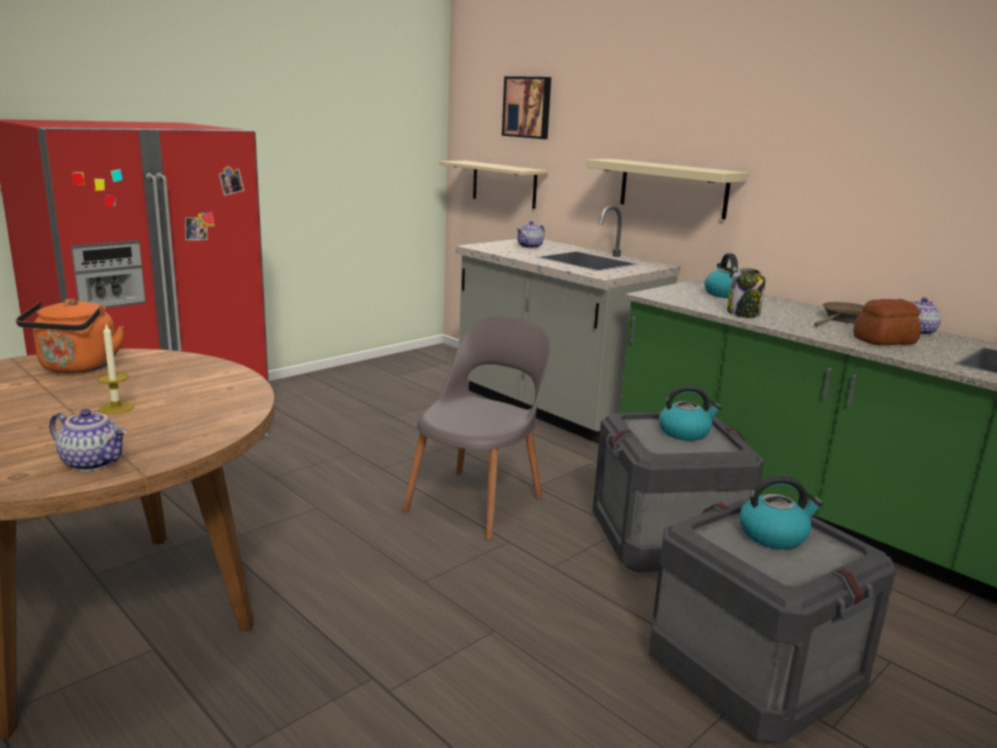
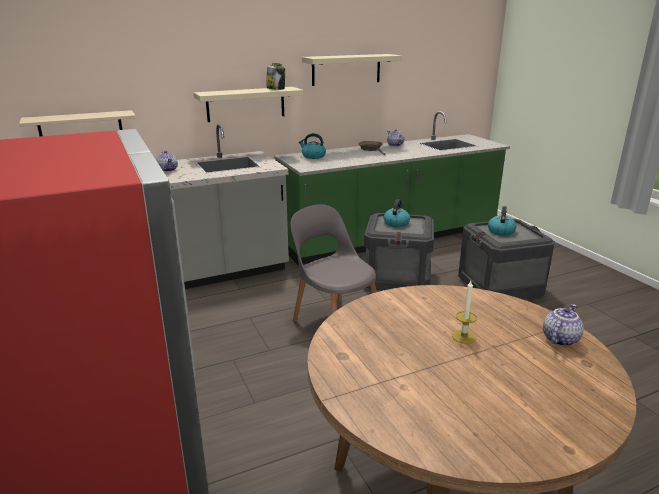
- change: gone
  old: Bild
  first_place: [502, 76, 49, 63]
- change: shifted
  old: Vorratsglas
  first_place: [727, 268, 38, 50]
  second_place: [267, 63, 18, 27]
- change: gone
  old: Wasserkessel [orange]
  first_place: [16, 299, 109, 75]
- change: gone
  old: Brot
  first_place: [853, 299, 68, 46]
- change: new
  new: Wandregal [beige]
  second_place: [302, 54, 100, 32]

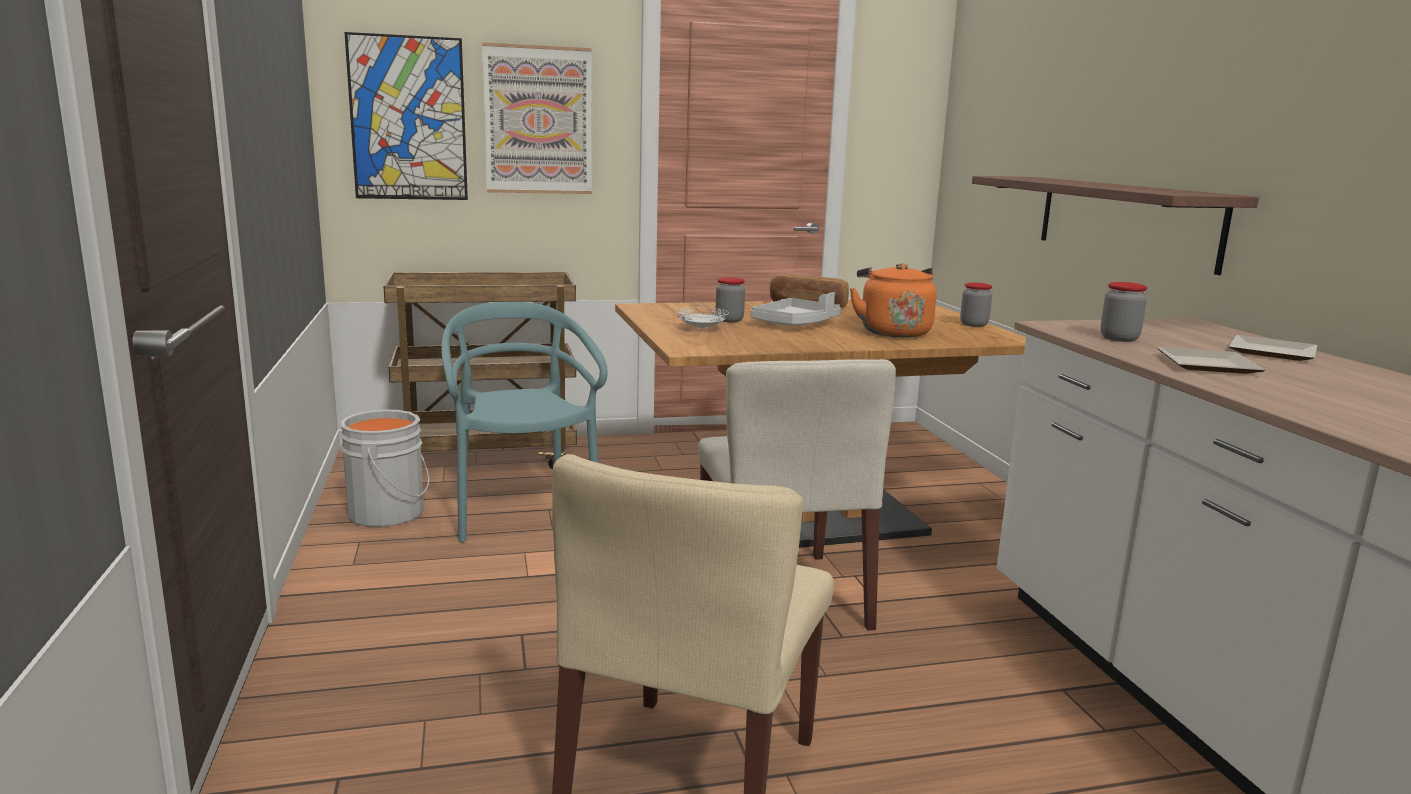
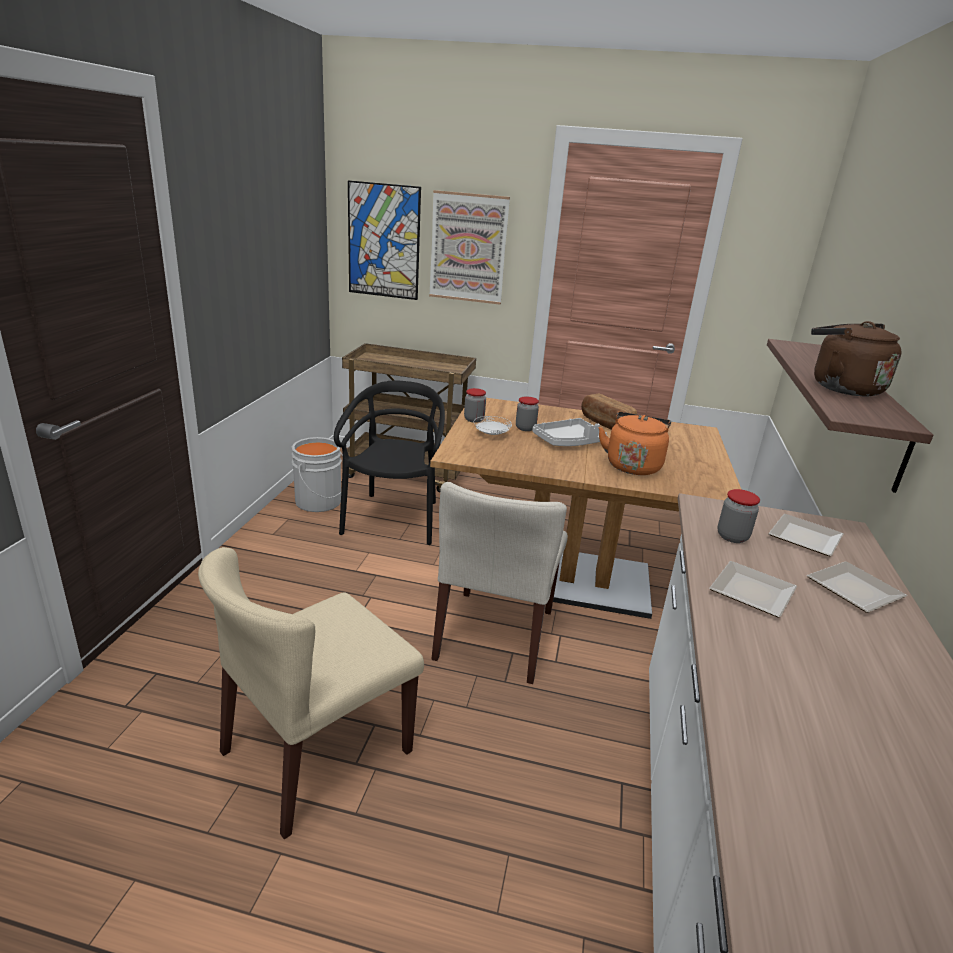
- change: shifted
  old: Vorratsglas
  first_place: [960, 283, 32, 44]
  second_place: [464, 388, 22, 35]
- change: repainted
  old: Stuhl [türkis]
  new: Stuhl [schwarz]
  first_place: [441, 302, 167, 241]
  second_place: [334, 380, 111, 165]
- change: new
  new: Wasserkessel [braun]
  second_place: [811, 321, 90, 75]
- change: new
  new: Teller
  second_place: [768, 514, 75, 42]

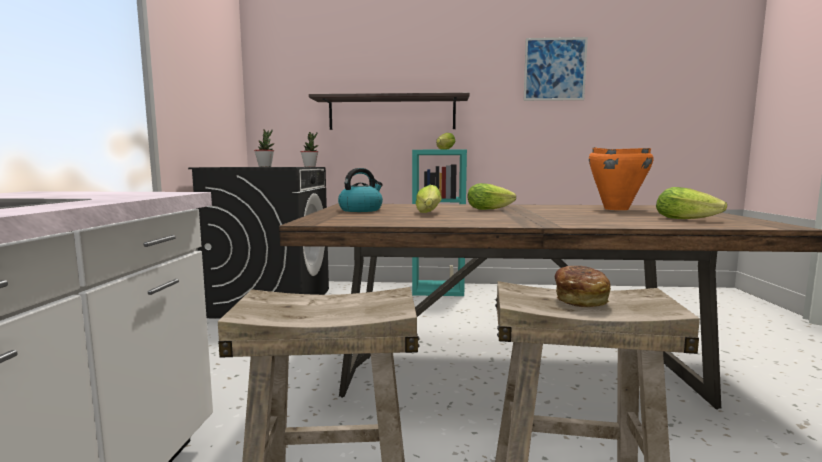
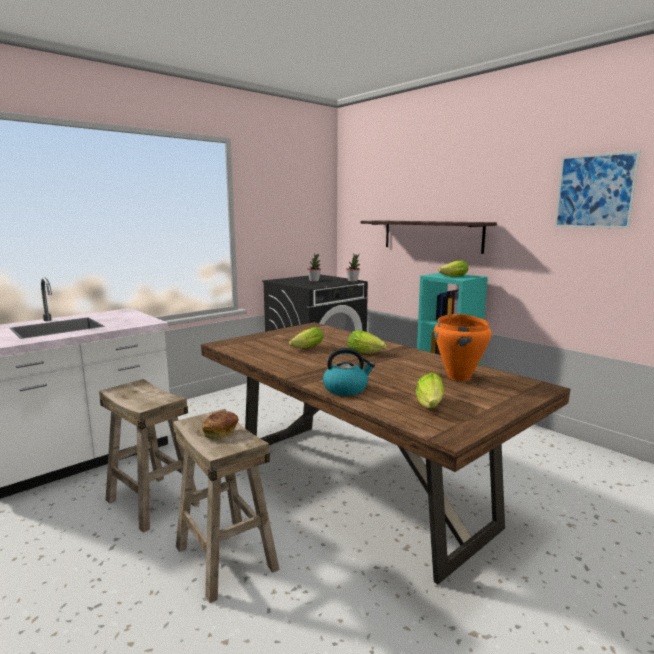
- change: shifted
  old: Wasserkessel
  first_place: [338, 168, 45, 44]
  second_place: [323, 348, 52, 48]

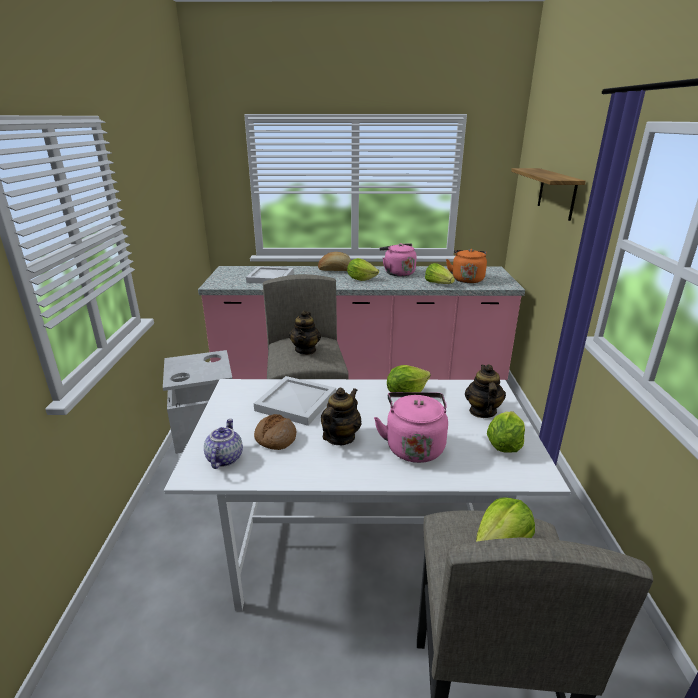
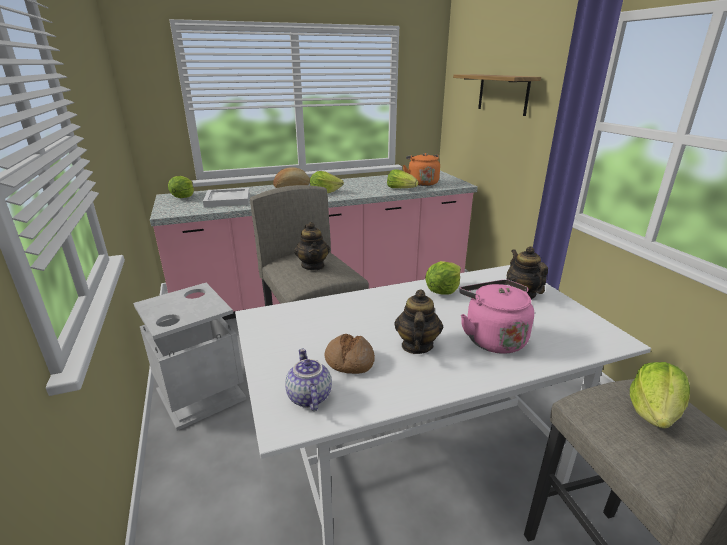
- change: gone
  old: Wasserkessel [rosa]
  first_place: [379, 243, 38, 34]
- change: gone
  old: Tablett [weiß]
  first_place: [254, 376, 82, 50]
- change: shifted
  old: Salatkopf
  first_place: [487, 411, 38, 42]
  second_place: [168, 176, 26, 22]

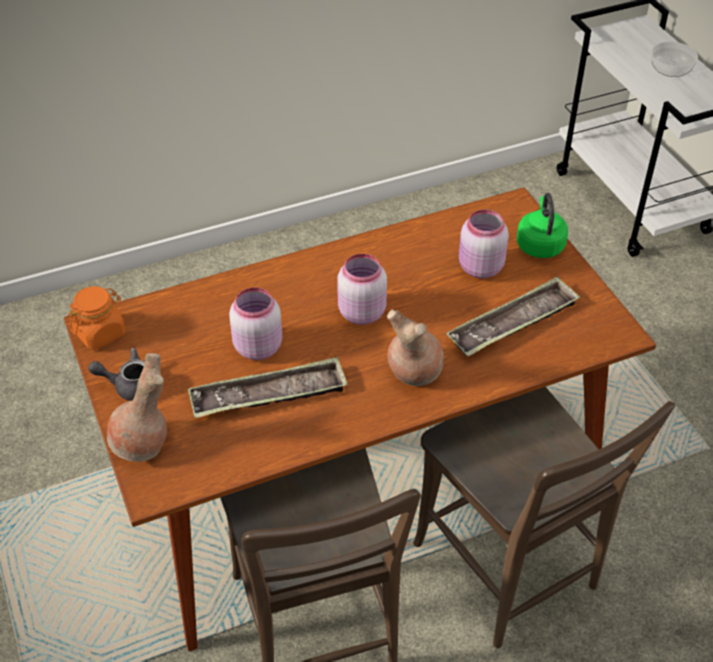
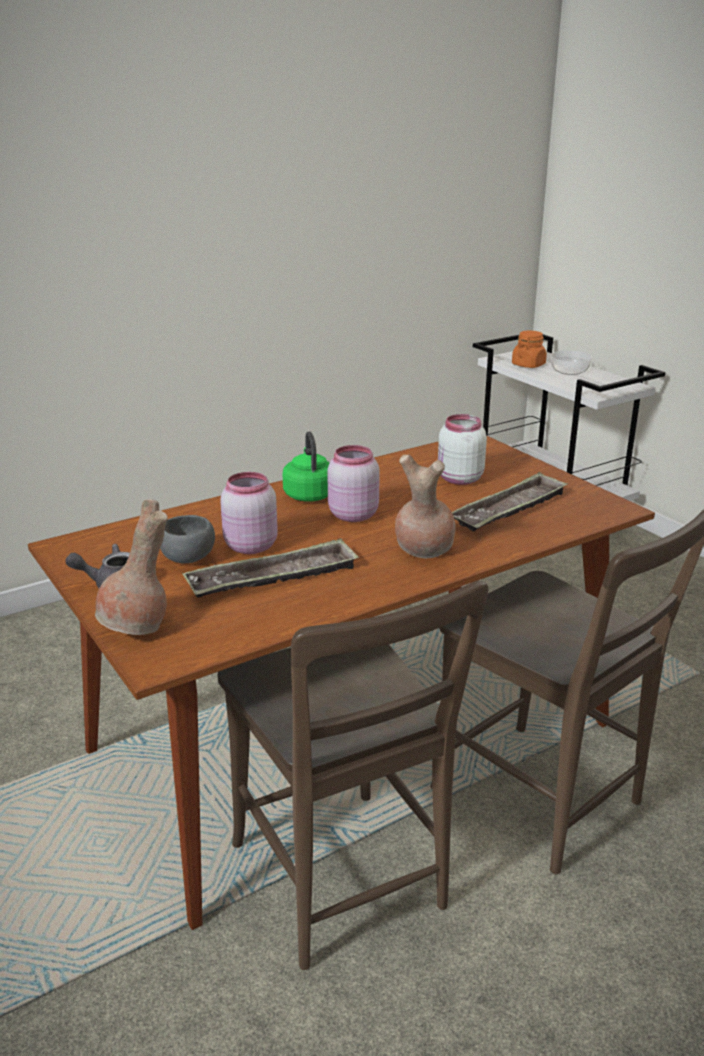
- change: shifted
  old: Wasserkessel [grün]
  first_place: [517, 193, 51, 65]
  second_place: [283, 431, 47, 71]
- change: repainted
  old: Vorratsglas [rosa]
  new: Vorratsglas [weiß]
  first_place: [459, 210, 50, 69]
  second_place: [438, 414, 49, 71]
- change: shifted
  old: Vorratsglas [orange]
  first_place: [68, 286, 57, 64]
  second_place: [512, 331, 35, 37]
- change: new
  new: Schüssel [grau]
  second_place: [160, 515, 55, 49]

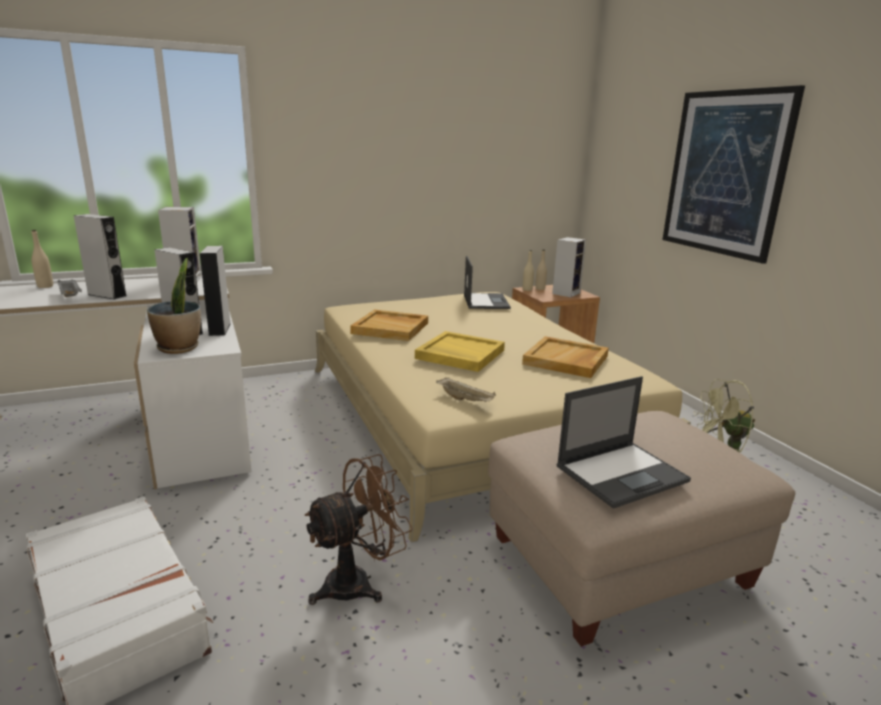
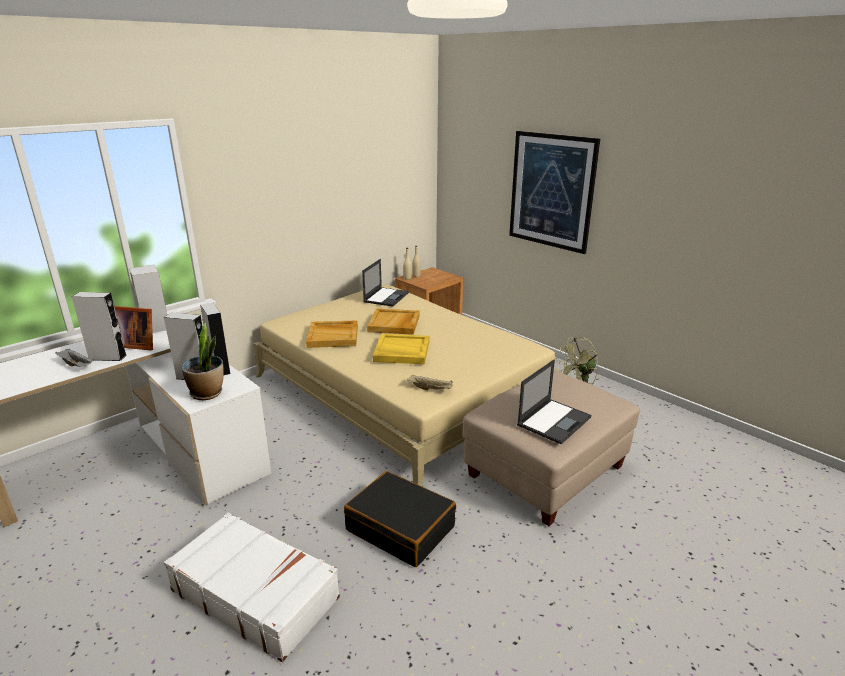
- change: gone
  old: Flasche [beige]
  first_place: [32, 230, 21, 58]
- change: gone
  old: Lautsprecher
  first_place: [552, 237, 34, 60]
- change: rotated
  old: Laptop
  first_place: [464, 256, 47, 53]
  second_place: [362, 259, 47, 48]
  degrees: 45
- change: shifted
  old: Tablett [beige]
  first_place: [522, 336, 87, 42]
  second_place: [367, 309, 52, 26]
- change: swapped
  old: Ventilator [braun]
  new: Koffer [schwarz]
  first_place: [304, 454, 109, 151]
  second_place: [344, 471, 112, 96]
- change: new
  new: Bilderrahmen
  second_place: [114, 306, 39, 44]

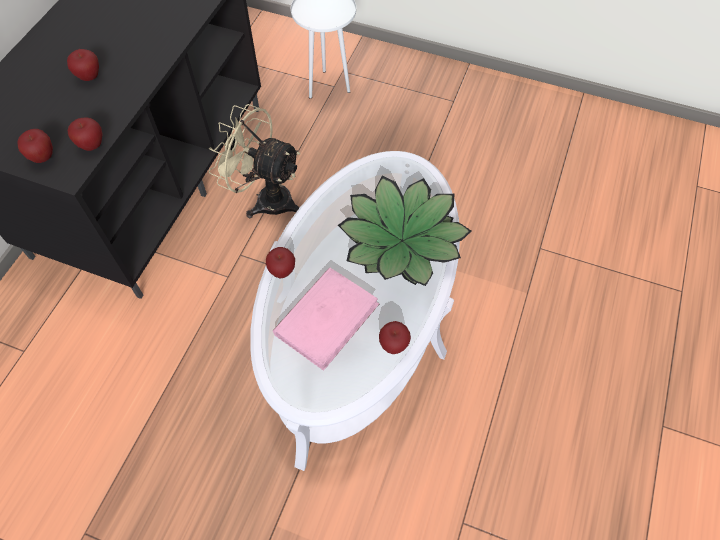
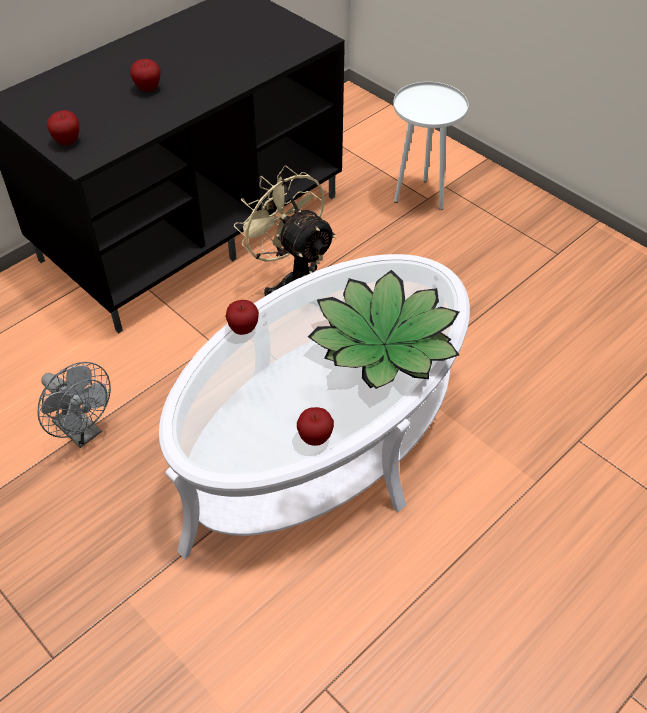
- change: gone
  old: Apfel
  first_place: [68, 117, 35, 34]
- change: gone
  old: Buch [rosa]
  first_place: [273, 268, 106, 103]
- change: new
  new: Ventilator [grau]
  second_place: [38, 362, 73, 86]

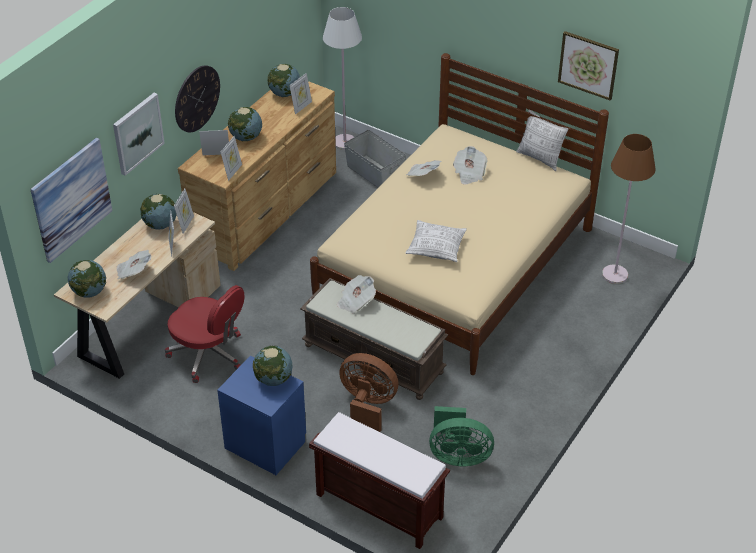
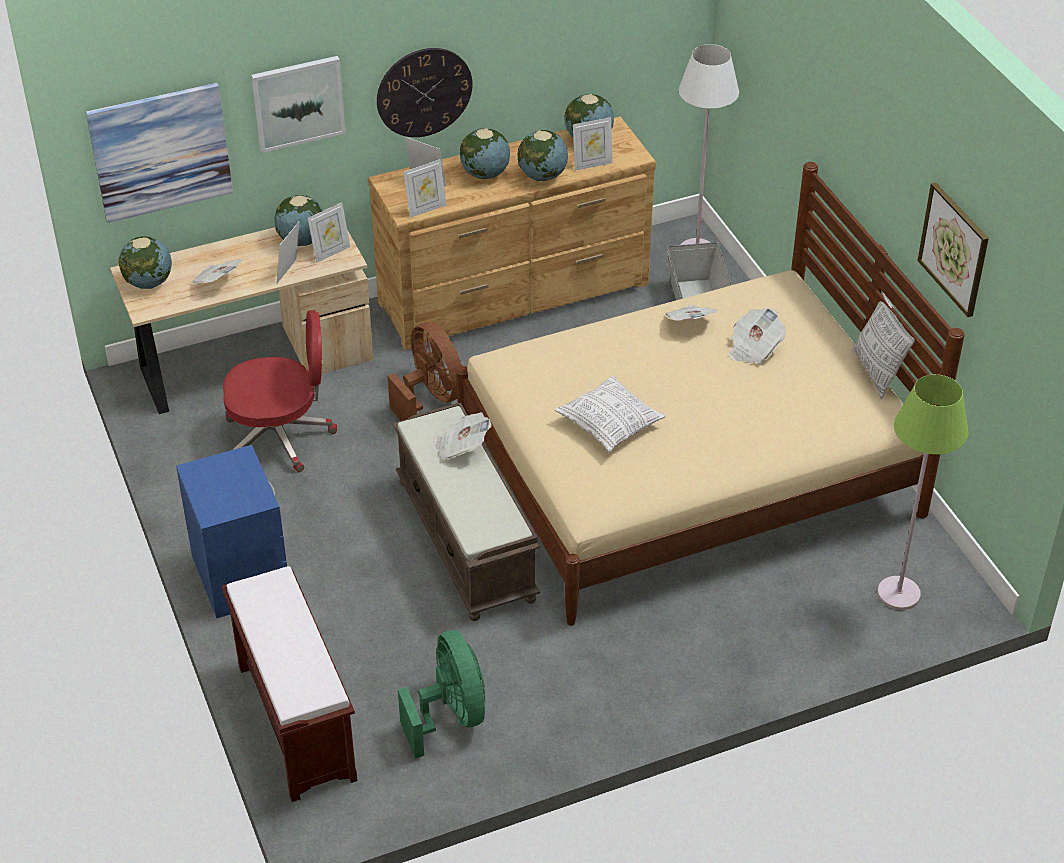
- change: repainted
  old: Stehlampe [braun]
  new: Stehlampe [grün]
  first_place: [602, 134, 54, 150]
  second_place: [877, 374, 92, 236]
- change: rotated
  old: Bürostuhl [rot]
  first_place: [165, 285, 79, 98]
  second_place: [223, 310, 114, 162]
  degrees: -75
- change: shifted
  old: Globus
  first_place: [253, 346, 39, 40]
  second_place: [518, 130, 50, 51]
- change: shifted
  old: Ventilator [braun]
  first_place: [339, 353, 60, 79]
  second_place: [388, 322, 74, 99]
- change: rotated
  old: Ventilator [grün]
  first_place: [429, 406, 65, 60]
  second_place: [398, 630, 88, 128]
  degrees: -150

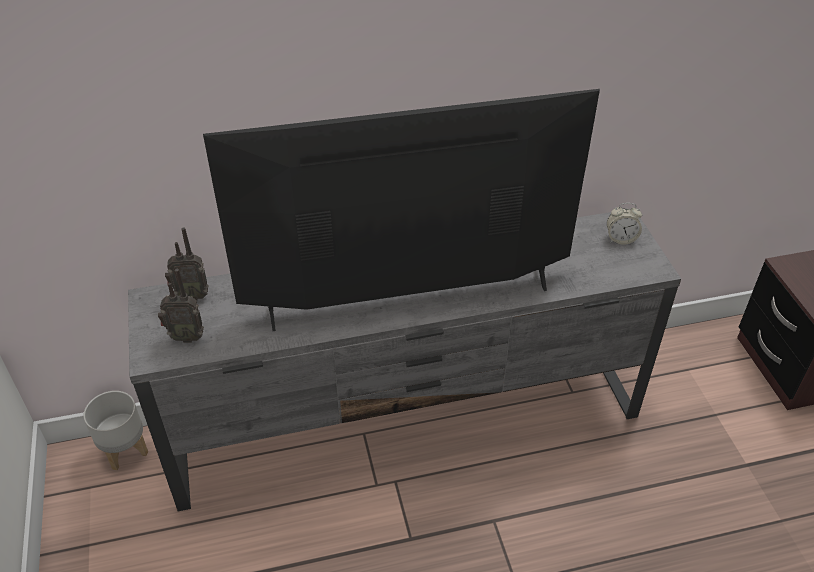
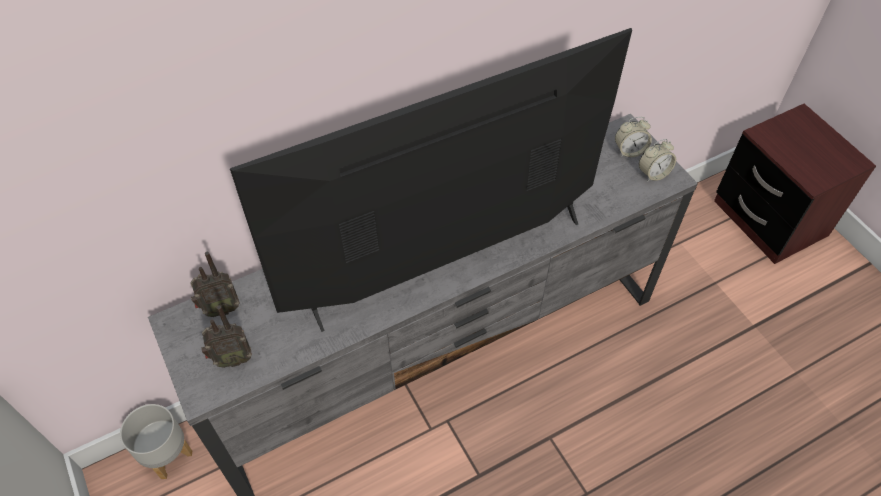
- change: new
  new: Wecker
  second_place: [639, 139, 37, 43]

